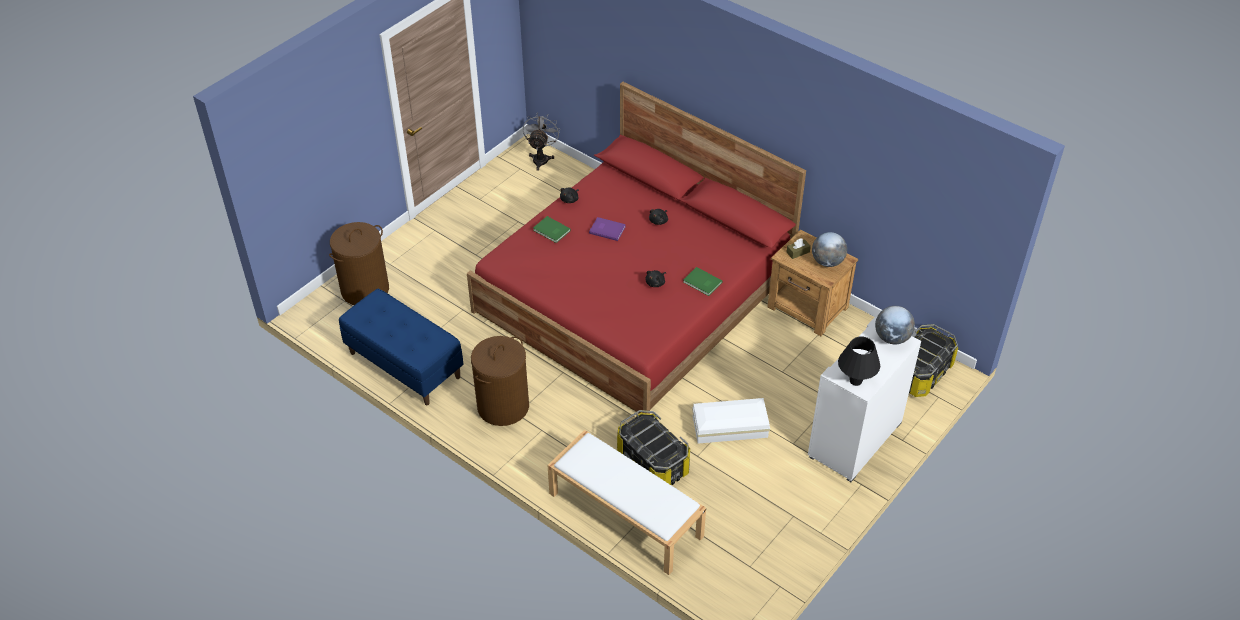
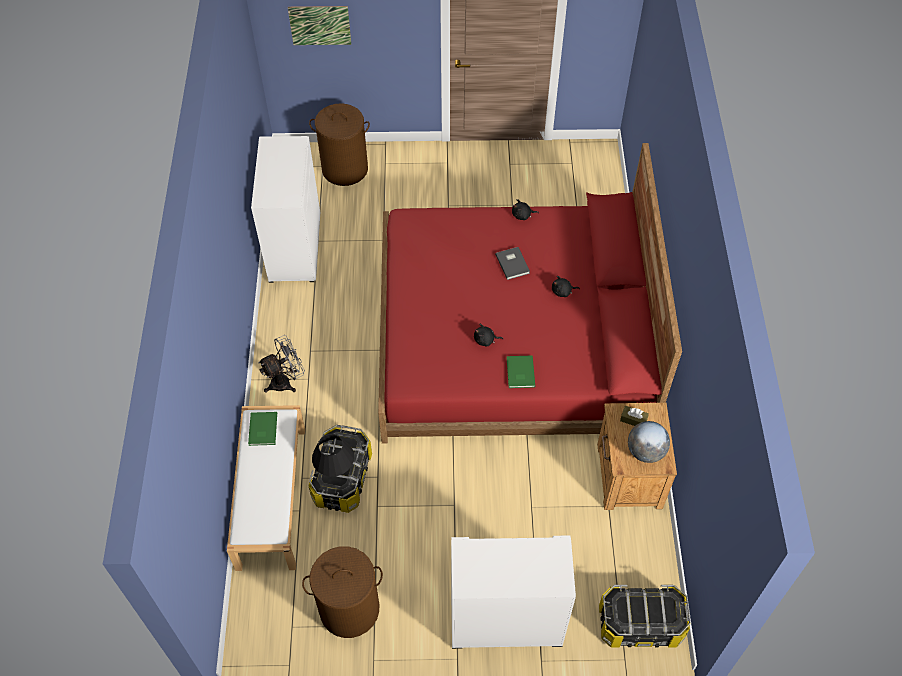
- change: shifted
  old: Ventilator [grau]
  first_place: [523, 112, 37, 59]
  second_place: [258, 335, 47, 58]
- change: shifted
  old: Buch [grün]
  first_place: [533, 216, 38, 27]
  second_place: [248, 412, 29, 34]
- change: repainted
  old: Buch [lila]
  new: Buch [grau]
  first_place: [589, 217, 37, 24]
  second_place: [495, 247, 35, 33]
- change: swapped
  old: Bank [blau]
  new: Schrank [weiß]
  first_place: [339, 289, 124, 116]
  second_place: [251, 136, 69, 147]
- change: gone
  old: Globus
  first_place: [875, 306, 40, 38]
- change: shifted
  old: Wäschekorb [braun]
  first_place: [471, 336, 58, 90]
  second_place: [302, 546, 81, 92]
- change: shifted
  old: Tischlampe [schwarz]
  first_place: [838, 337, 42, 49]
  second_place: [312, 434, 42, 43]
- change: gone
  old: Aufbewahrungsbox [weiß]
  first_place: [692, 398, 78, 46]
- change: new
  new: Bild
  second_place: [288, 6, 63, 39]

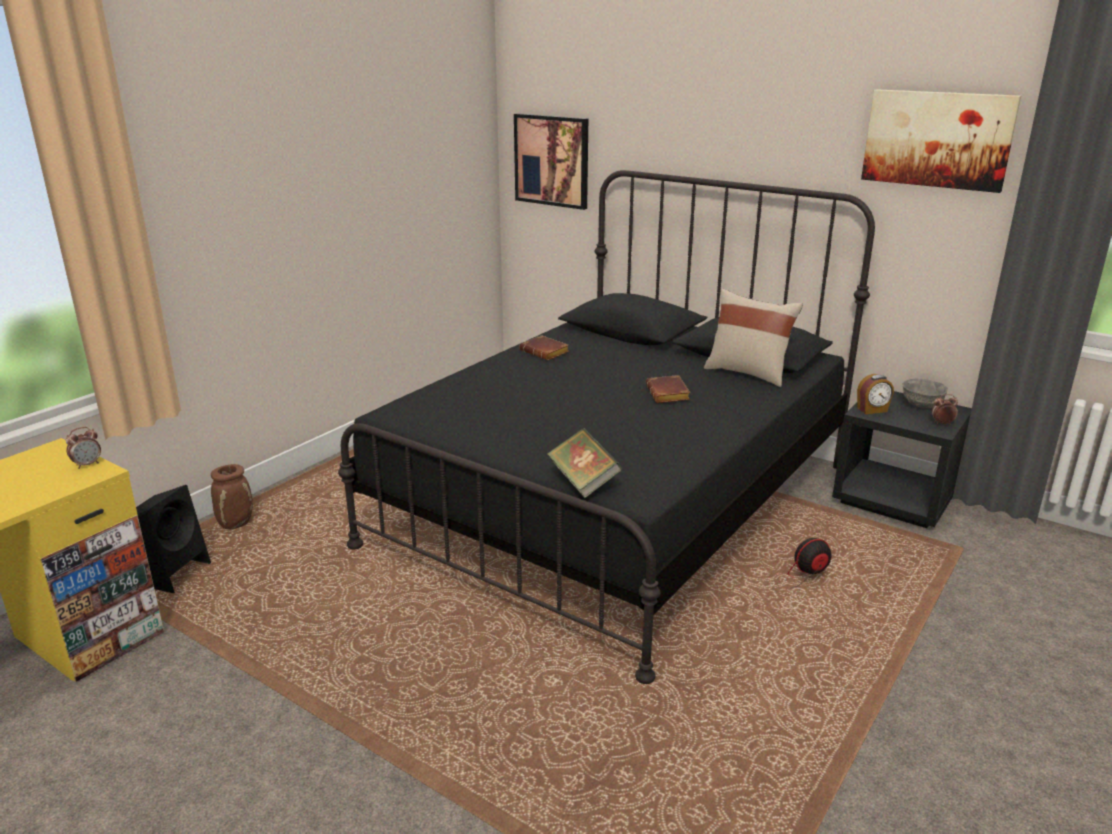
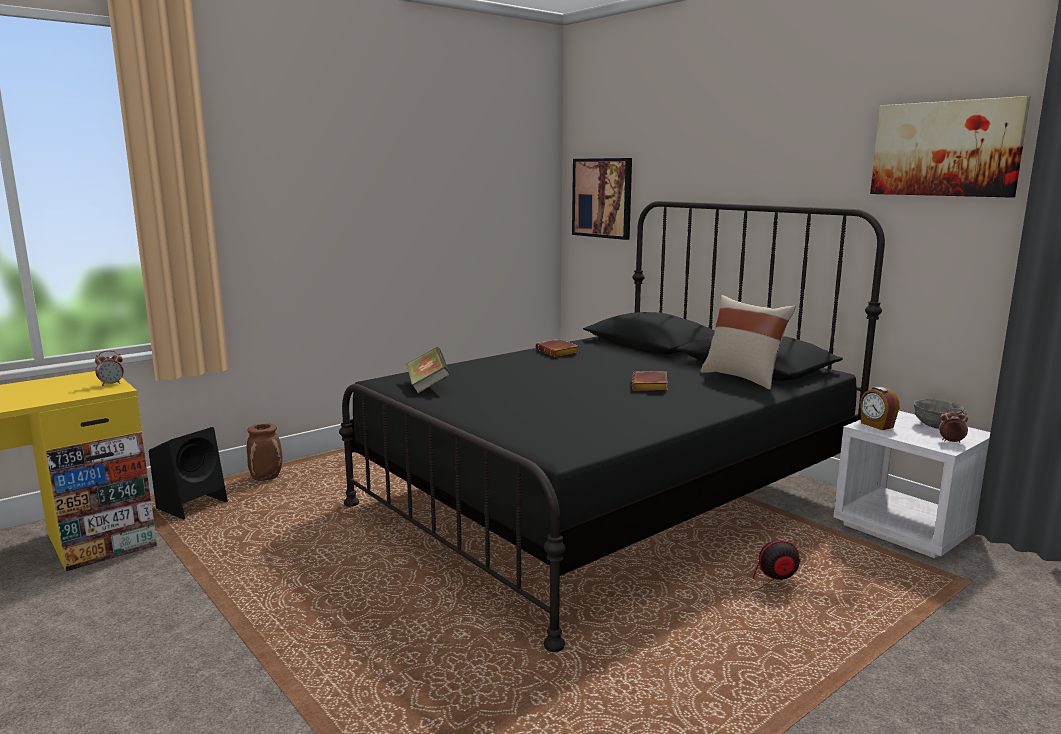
- change: rotated
  old: Wecker
  first_place: [857, 374, 37, 40]
  second_place: [860, 387, 39, 43]
  degrees: 60
- change: repainted
  old: Nachttisch [schwarz]
  new: Nachttisch [weiß]
  first_place: [832, 391, 140, 137]
  second_place: [833, 411, 157, 147]
- change: shifted
  old: Buch
  first_place: [547, 428, 75, 70]
  second_place: [406, 347, 44, 46]

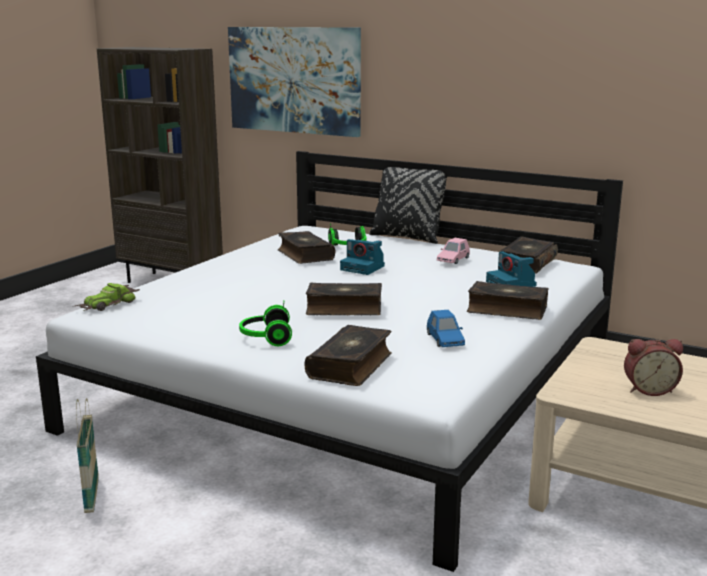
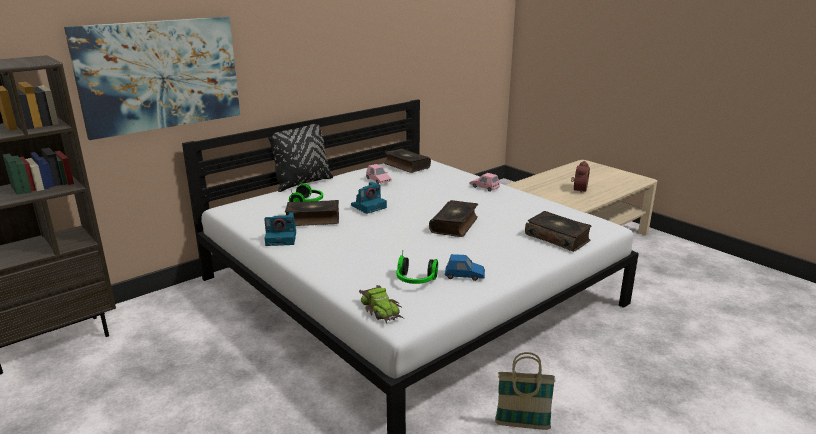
- change: shifted
  old: Kamera
  first_place: [486, 251, 51, 36]
  second_place: [264, 212, 32, 34]
- change: swapped
  old: Buch
  new: Spielzeugauto [rosa]
  first_place: [467, 281, 82, 39]
  second_place: [469, 173, 31, 19]
- change: shifted
  old: Kopfhörer
  first_place: [239, 302, 53, 44]
  second_place: [397, 250, 41, 34]
- change: shifted
  old: Spielzeugauto [blau]
  first_place: [427, 310, 38, 37]
  second_place: [445, 254, 40, 27]

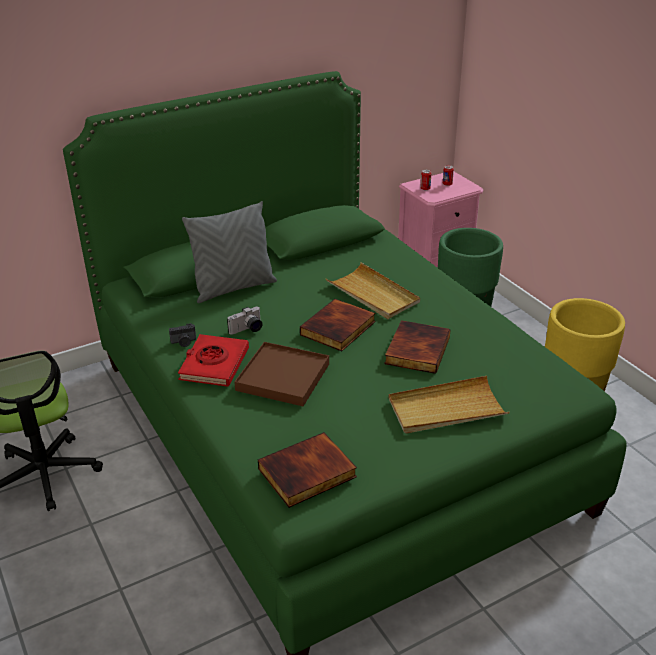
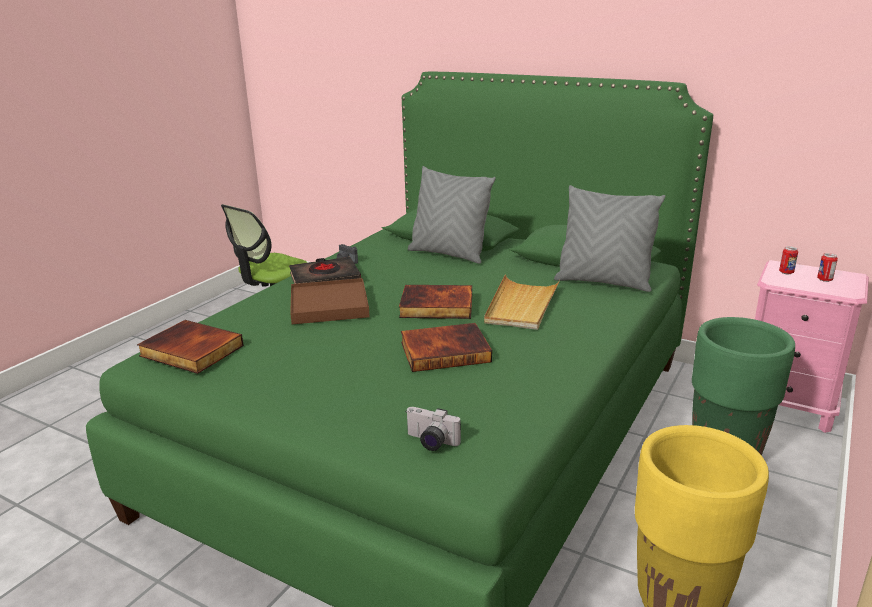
- change: shifted
  old: Kamera
  first_place: [227, 307, 35, 28]
  second_place: [405, 407, 56, 44]
- change: repainted
  old: Buch [rot]
  new: Buch [schwarz]
  first_place: [178, 334, 71, 53]
  second_place: [289, 257, 72, 27]
- change: gone
  old: Tablett [beige]
  first_place: [389, 376, 121, 57]
- change: new
  new: Kissen [grau]
  second_place: [554, 185, 111, 107]

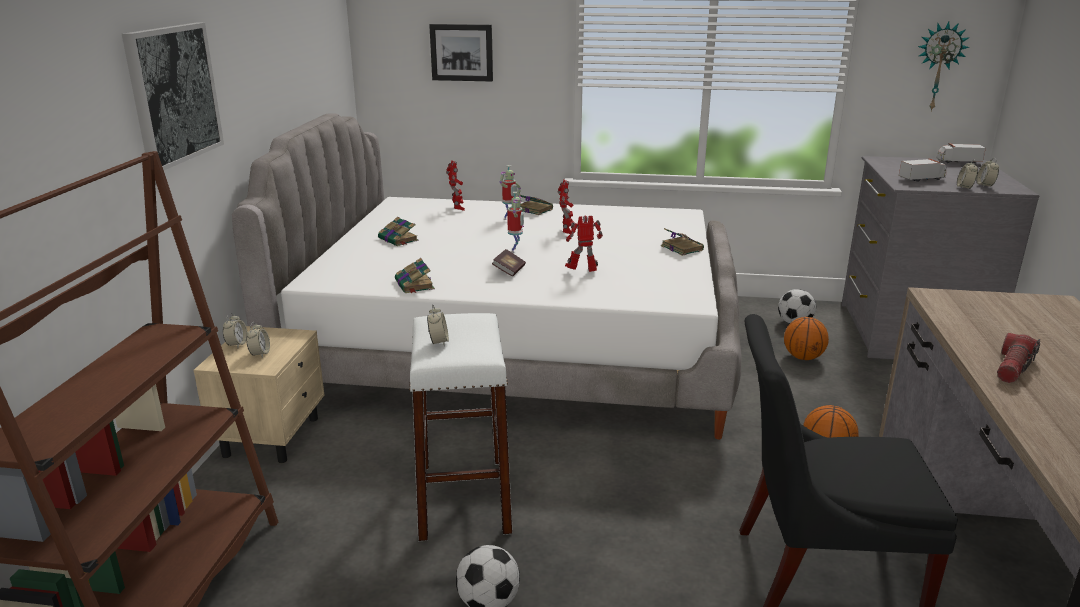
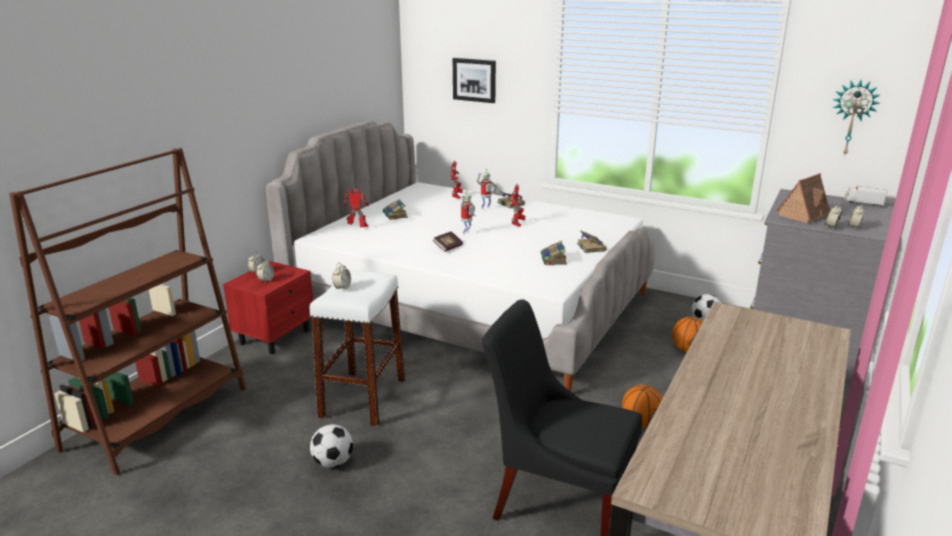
- change: gone
  old: Bild
  first_place: [122, 22, 102, 148]
- change: swapped
  old: Spielzeuglaster
  new: Spielzeughaus
  first_place: [899, 159, 48, 23]
  second_place: [776, 173, 54, 51]
- change: shifted
  old: Spielzeugroboter
  first_place: [565, 215, 38, 57]
  second_place: [344, 189, 25, 38]
- change: shifted
  old: Buch
  first_place: [395, 258, 40, 35]
  second_place: [541, 240, 26, 26]
- change: repainted
  old: Nachttisch [beige]
  new: Nachttisch [rot]
  first_place: [193, 326, 132, 137]
  second_place: [223, 261, 90, 94]
- change: gone
  old: Taschenlampe
  first_place: [997, 333, 43, 50]

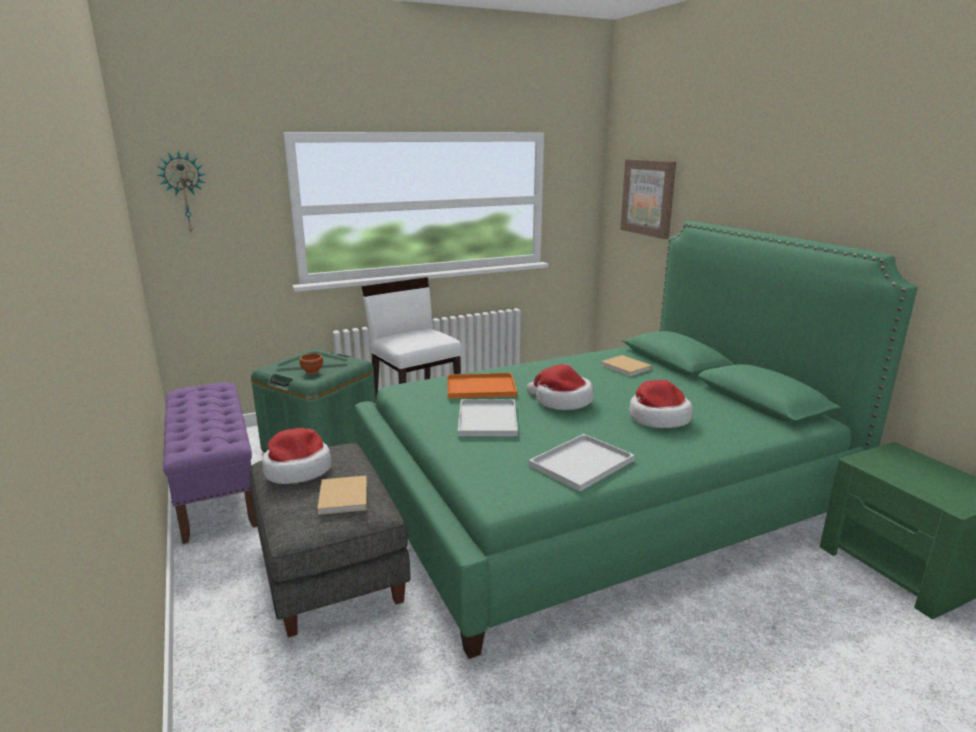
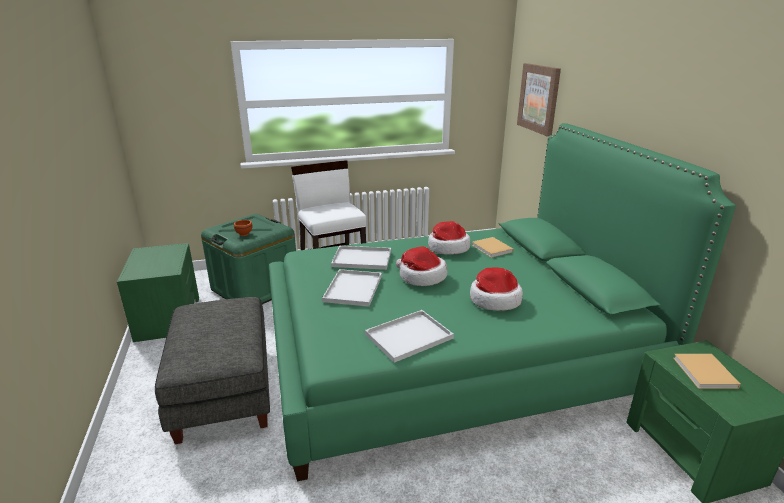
- change: gone
  old: Wanduhr
  first_place: [157, 151, 49, 83]
- change: repainted
  old: Tablett [orange]
  new: Tablett [weiß]
  first_place: [447, 373, 70, 25]
  second_place: [331, 246, 60, 24]
- change: swapped
  old: Bank [lila]
  new: Nachttisch [grün]
  first_place: [163, 383, 94, 161]
  second_place: [117, 243, 82, 99]
- change: shifted
  old: Hut
  first_place: [262, 428, 69, 56]
  second_place: [428, 221, 43, 34]
- change: shifted
  old: Buch [beige]
  first_place: [318, 476, 49, 39]
  second_place: [673, 354, 68, 35]

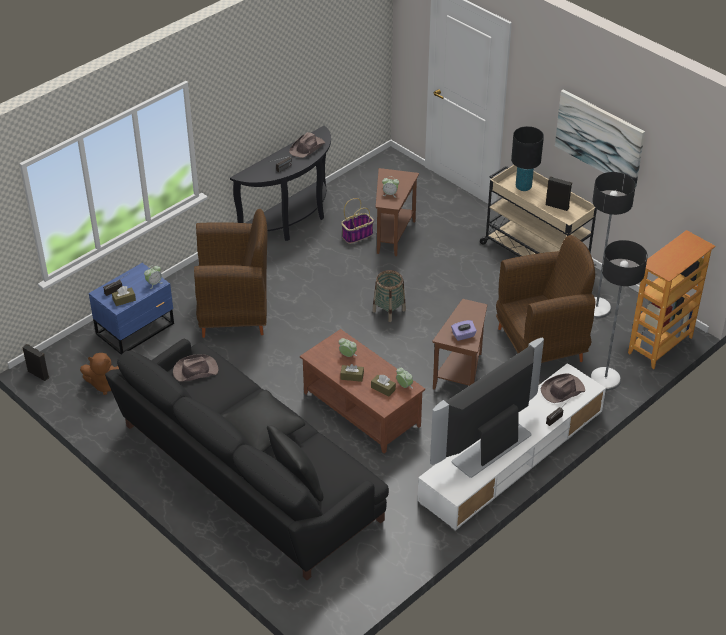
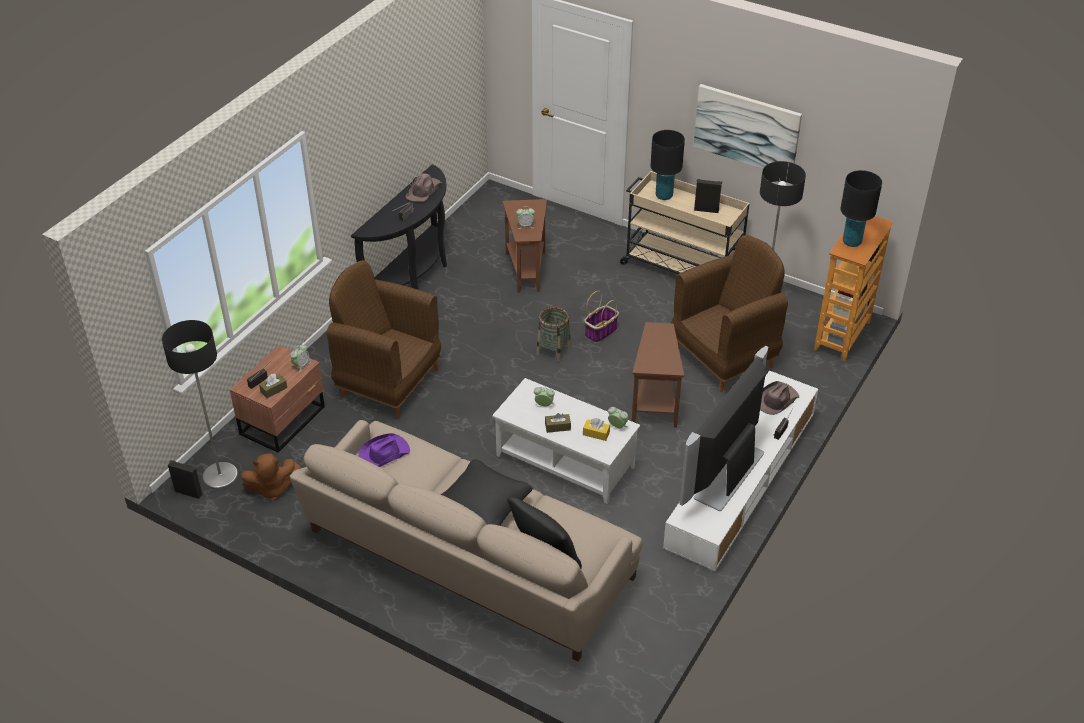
- change: shifted
  old: Korb
  first_place: [341, 198, 33, 46]
  second_place: [584, 291, 35, 52]
- change: rotated
  old: Sessel [braun]
  first_place: [194, 209, 73, 129]
  second_place: [327, 260, 114, 158]
  degrees: -135
- change: shifted
  old: Stehlampe
  first_place: [590, 240, 58, 150]
  second_place: [162, 320, 76, 170]
- change: repainted
  old: Nachttisch [blau]
  new: Nachttisch [braun]
  first_place: [89, 263, 85, 91]
  second_place: [230, 345, 95, 108]
- change: gone
  old: Taschentuchbox [lila]
  first_place: [451, 320, 26, 21]
- change: repainted
  old: Couchtisch [braun]
  new: Couchtisch [weiß]
  first_place: [300, 329, 125, 124]
  second_place: [492, 378, 148, 126]
- change: repainted
  old: Sofa [schwarz]
  new: Sofa [beige]
  first_place: [105, 339, 284, 241]
  second_place: [290, 420, 352, 242]
- change: repainted
  old: Hut [braun]
  new: Hut [lila]
  first_place: [173, 354, 45, 28]
  second_place: [358, 433, 52, 34]
- change: repainted
  old: Taschentuchbox [braun]
  new: Taschentuchbox [gelb]
  first_place: [371, 374, 25, 22]
  second_place: [583, 418, 27, 23]
- change: new
  new: Tischlampe [schwarz]
  second_place: [840, 170, 42, 77]

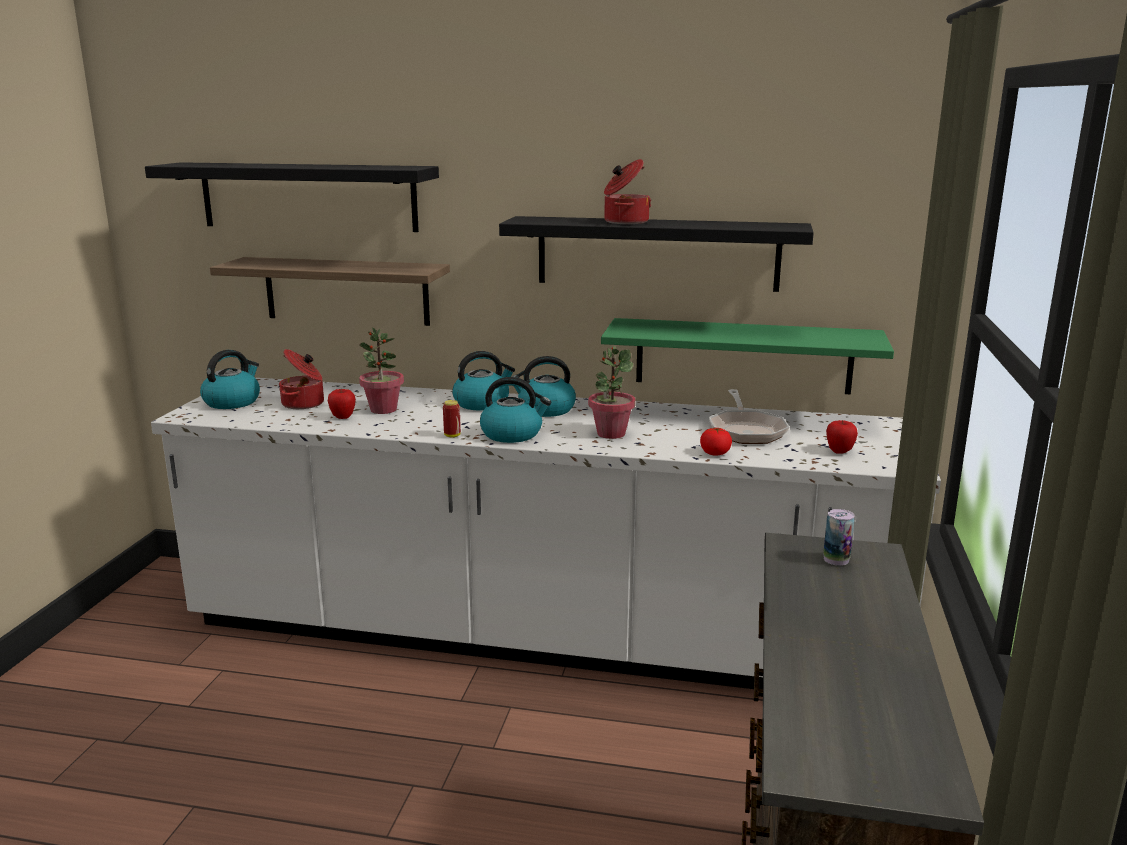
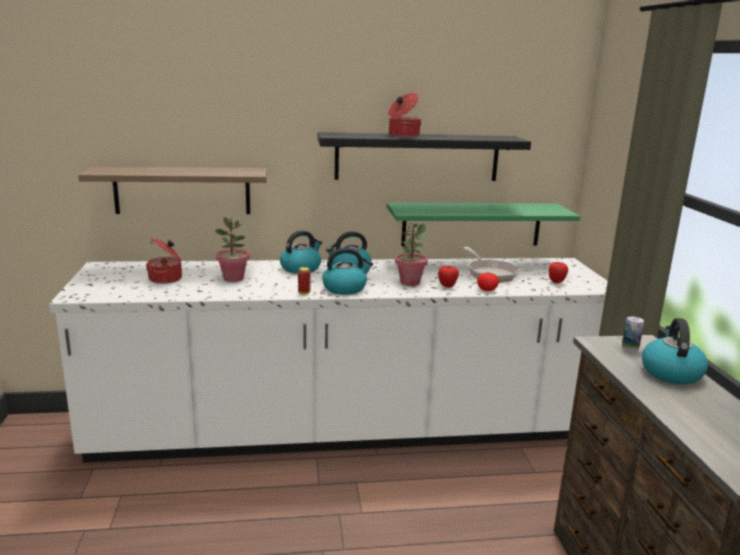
- change: gone
  old: Wandregal [schwarz]
  first_place: [145, 162, 294, 70]
- change: shifted
  old: Wasserkessel
  first_place: [200, 350, 60, 59]
  second_place: [642, 318, 66, 66]
- change: shifted
  old: Apfel
  first_place: [328, 389, 28, 30]
  second_place: [438, 265, 21, 22]

